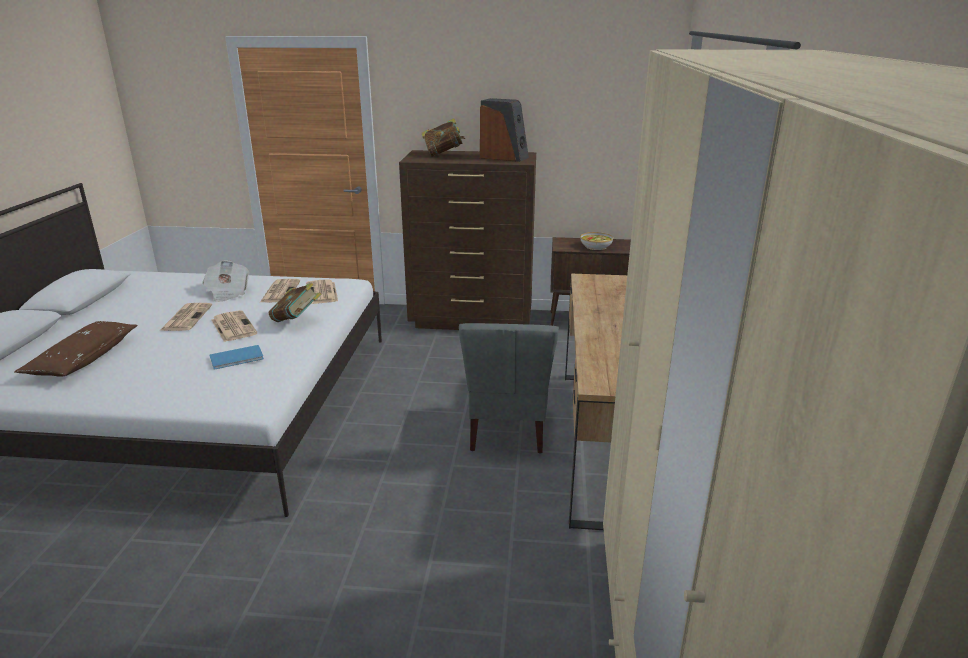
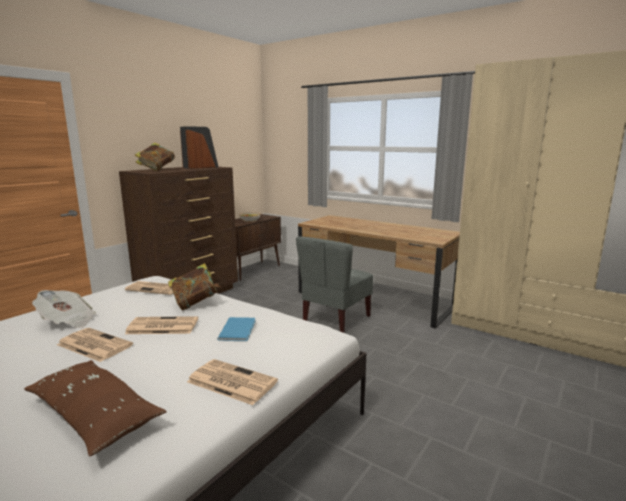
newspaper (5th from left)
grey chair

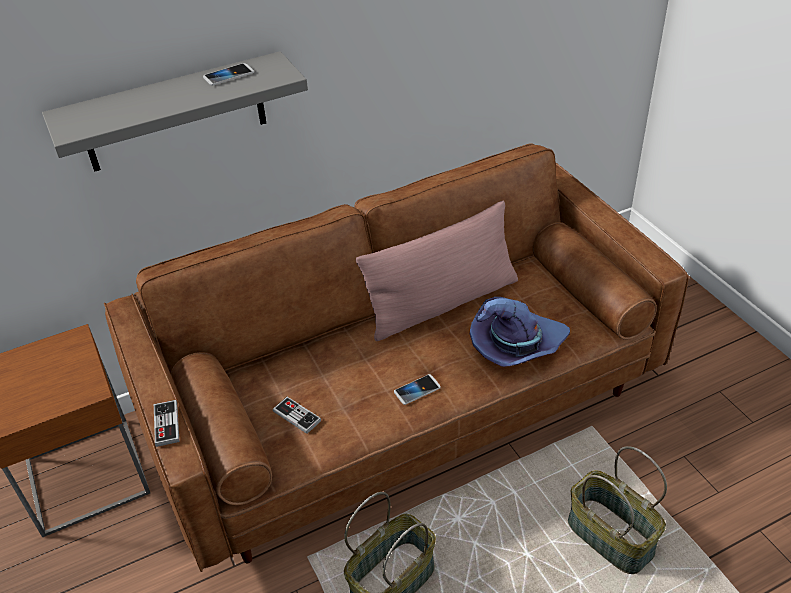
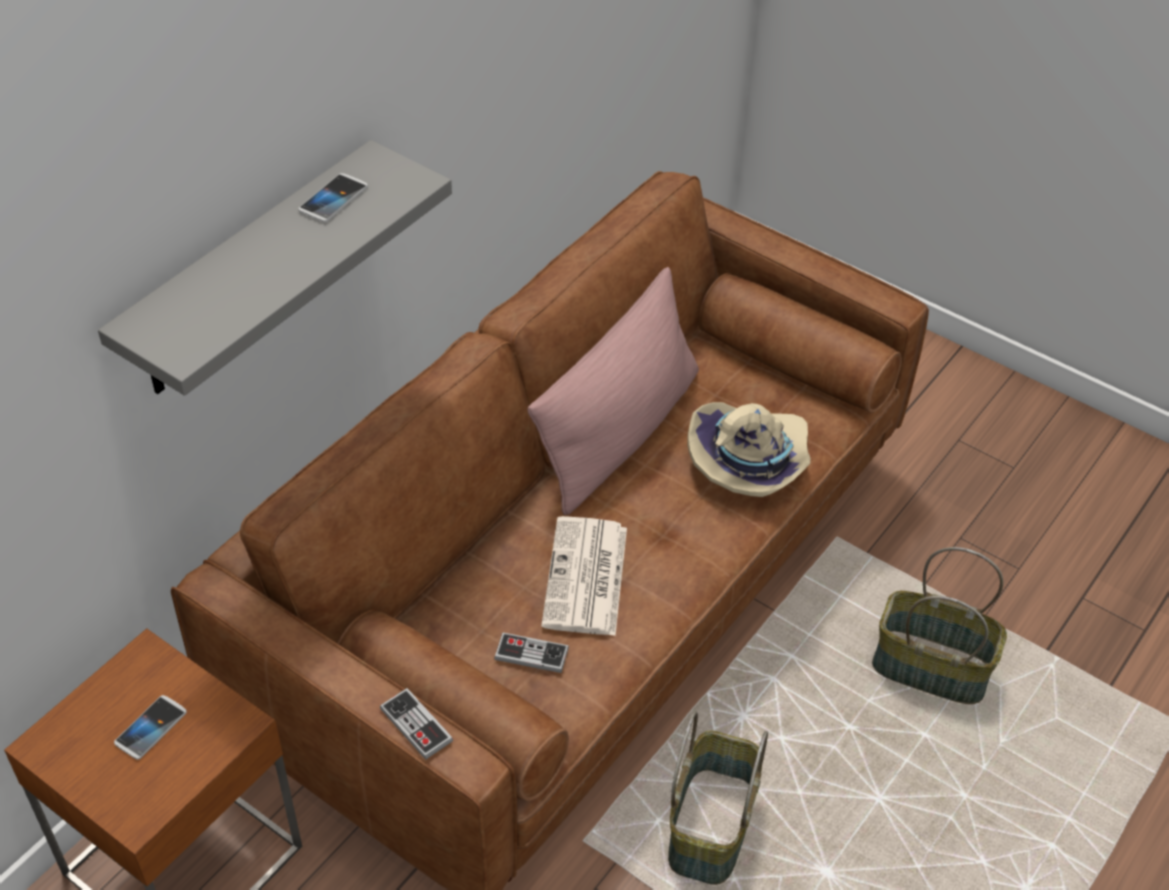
newspaper
phone (1st from left)
beige hat

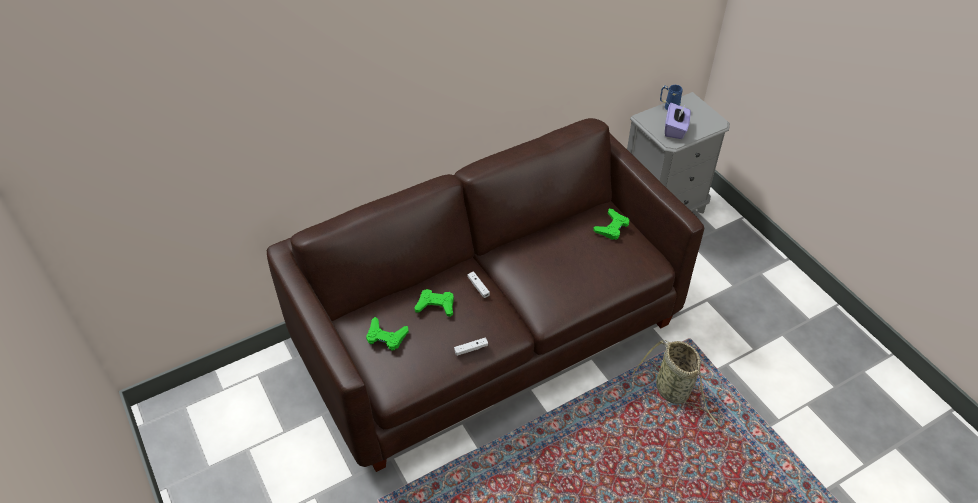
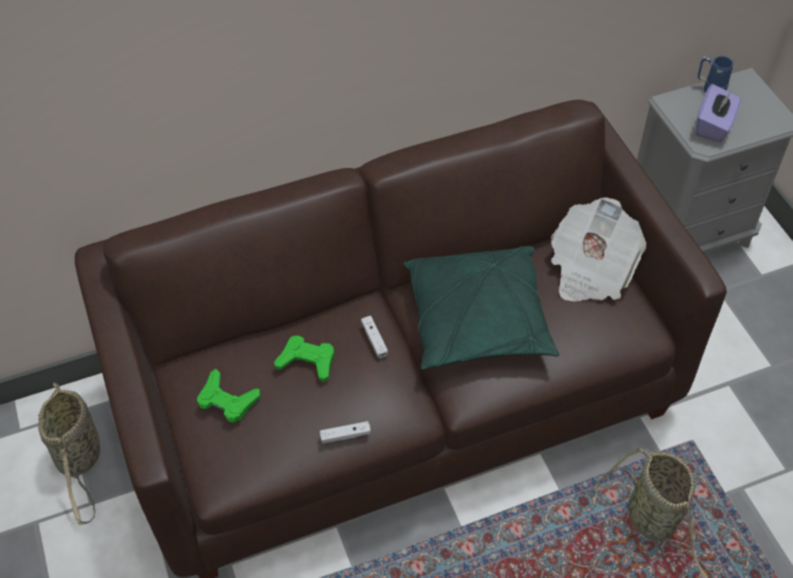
basket (1st from left)
green pillow
newspaper

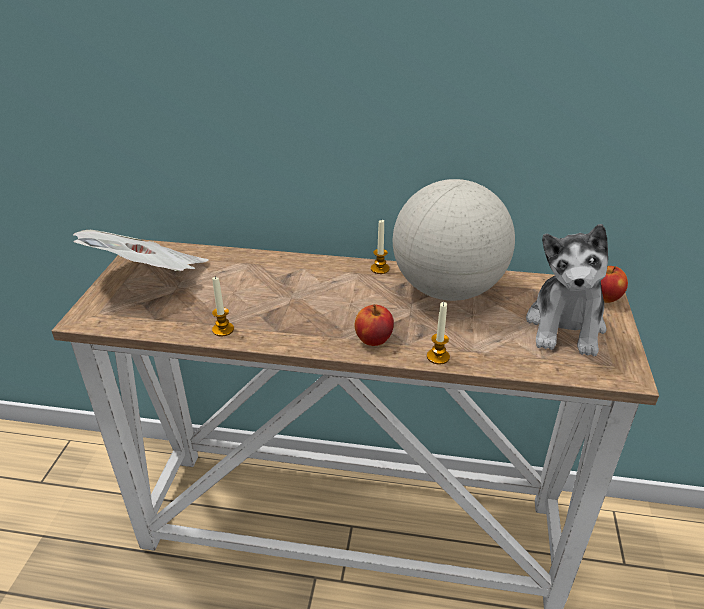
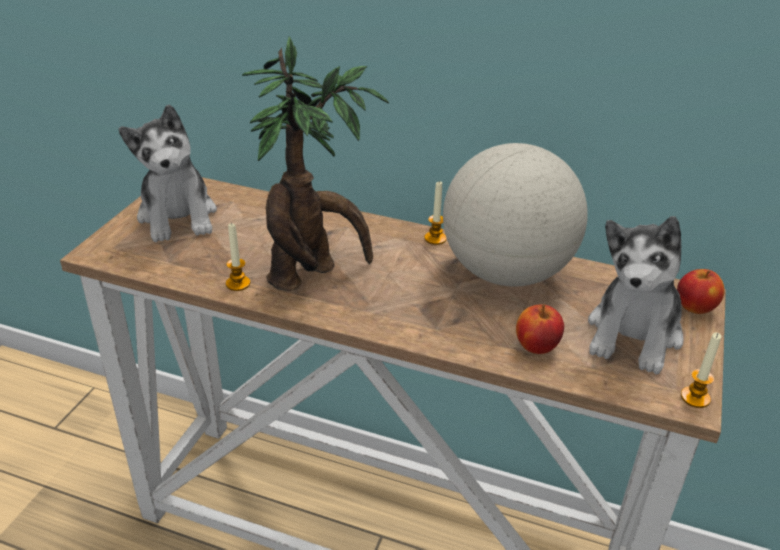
potted plant
apple (1st from left)
candle (3rd from left)
plush toy (1st from left)

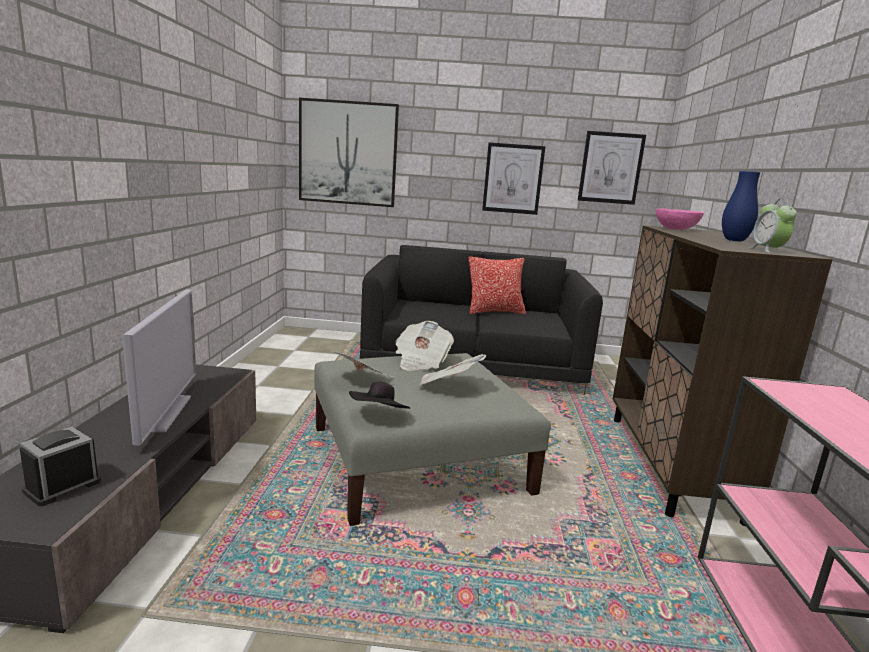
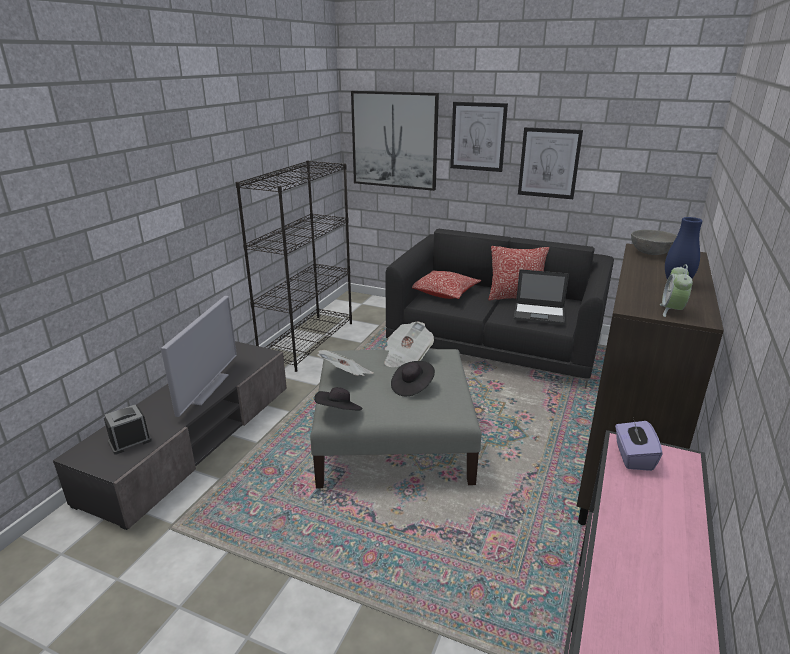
black bookcase
pillow (1st from left)
laptop
purple tissue box
picture (2nd from left)
black hat (2nd from left)
grey bowl

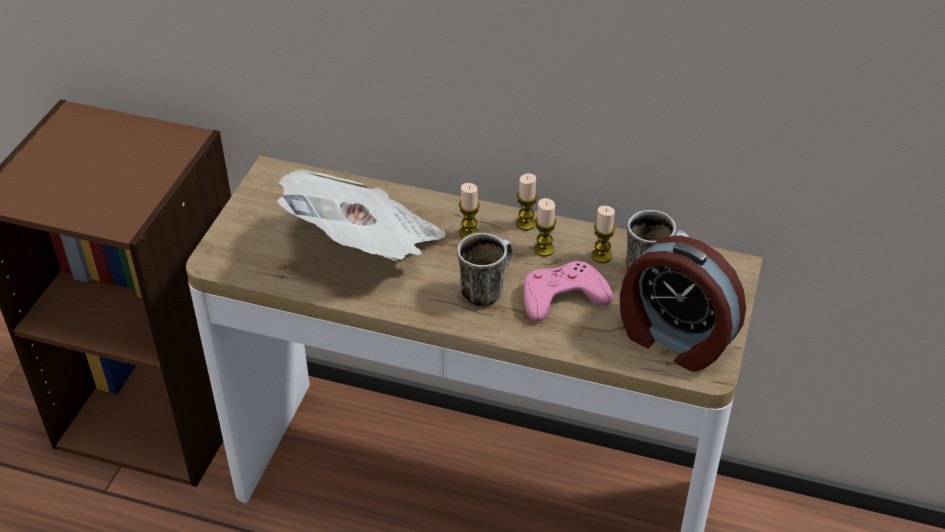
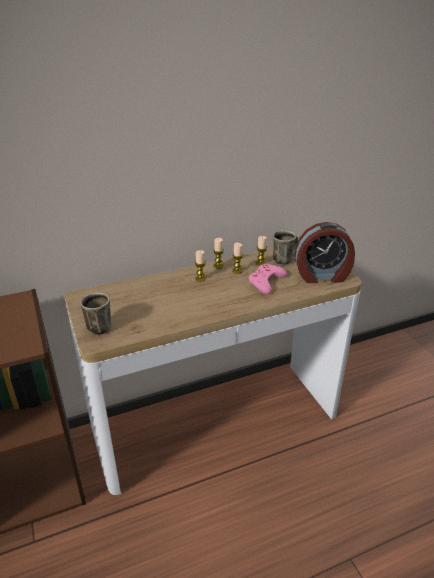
newspaper
mug (1st from left)

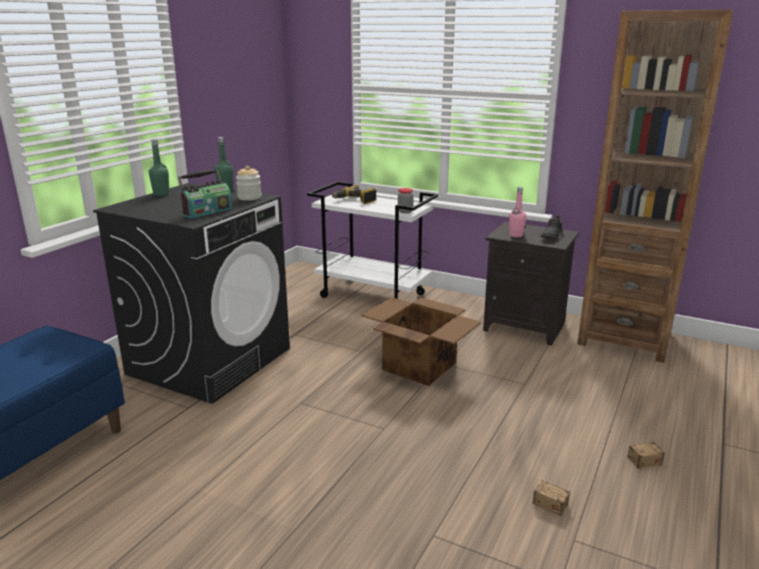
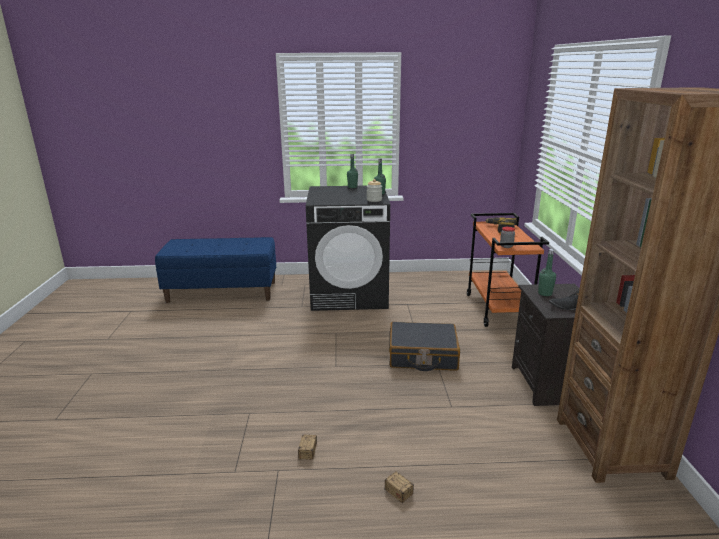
radio
black suitcase
orange cart
green bottle (3rd from left)

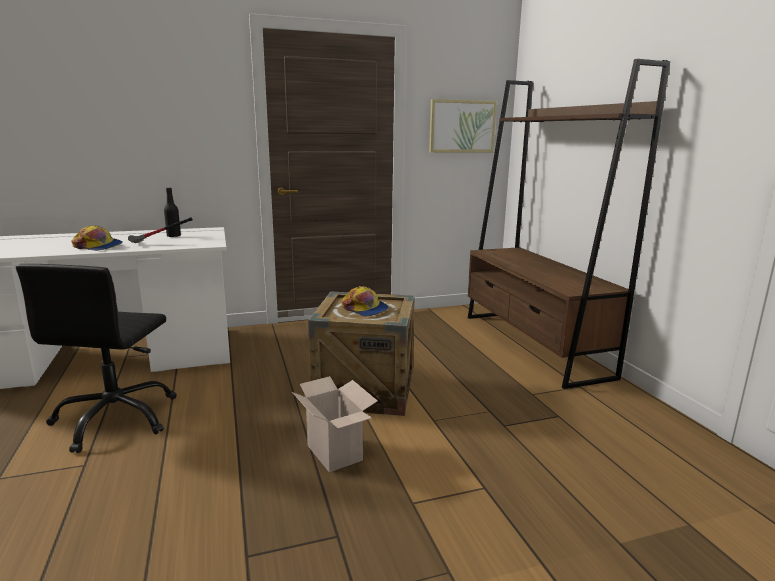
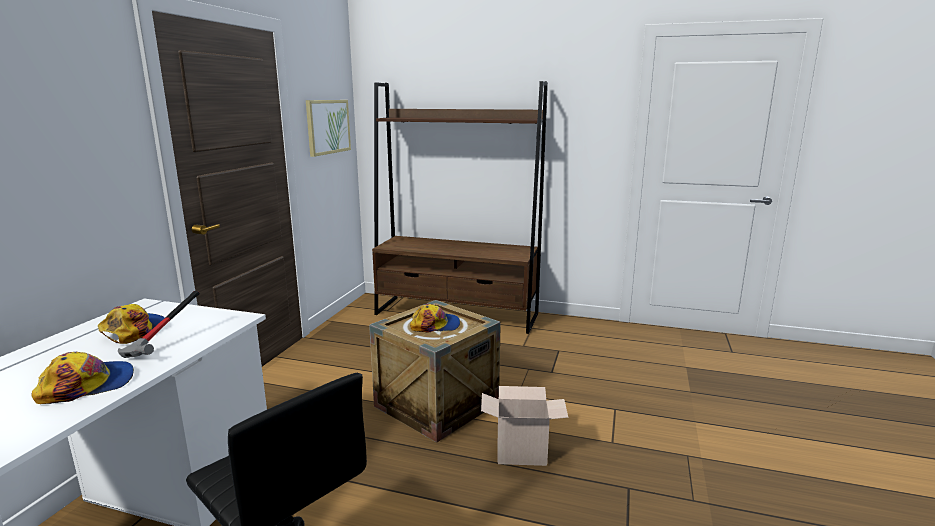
cap (2nd from left)

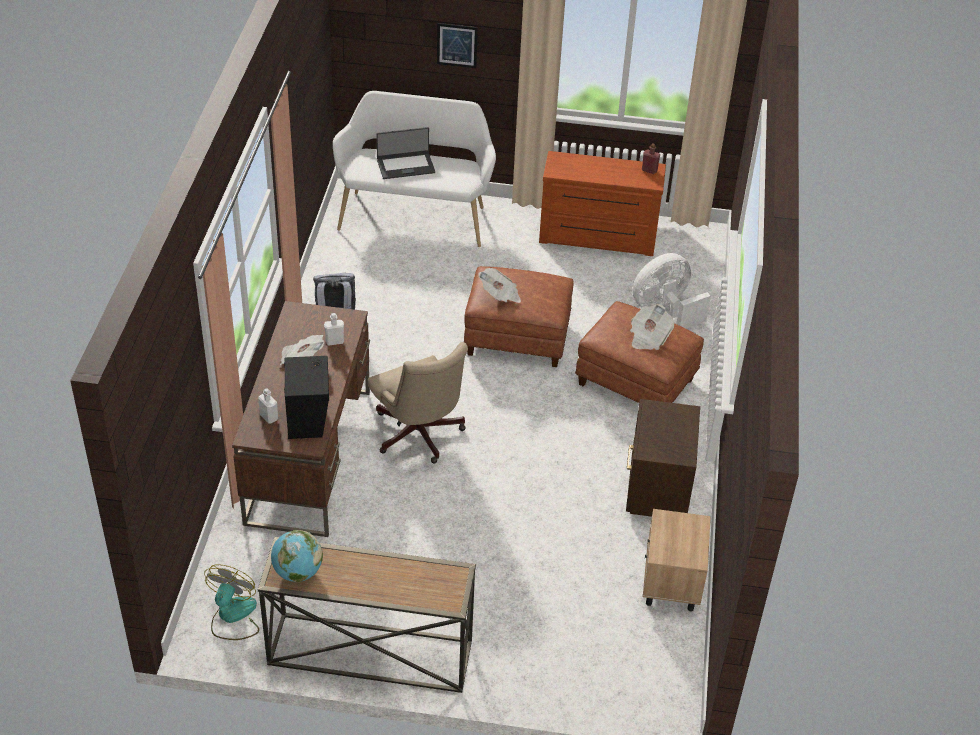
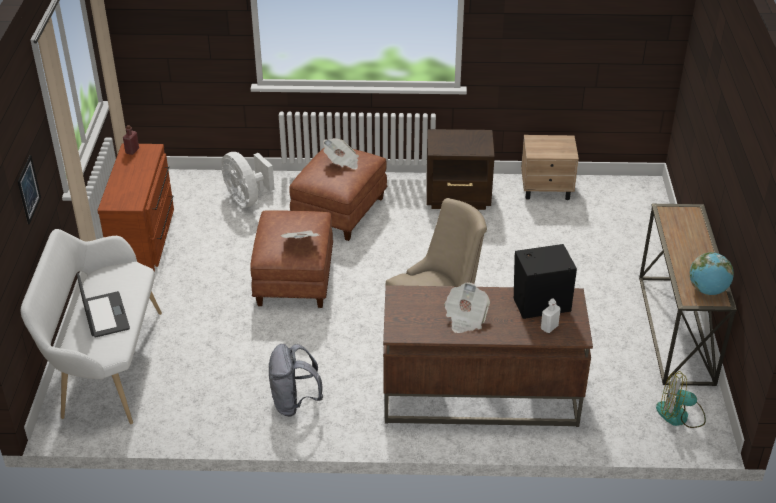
white bottle (2nd from left in the first image)

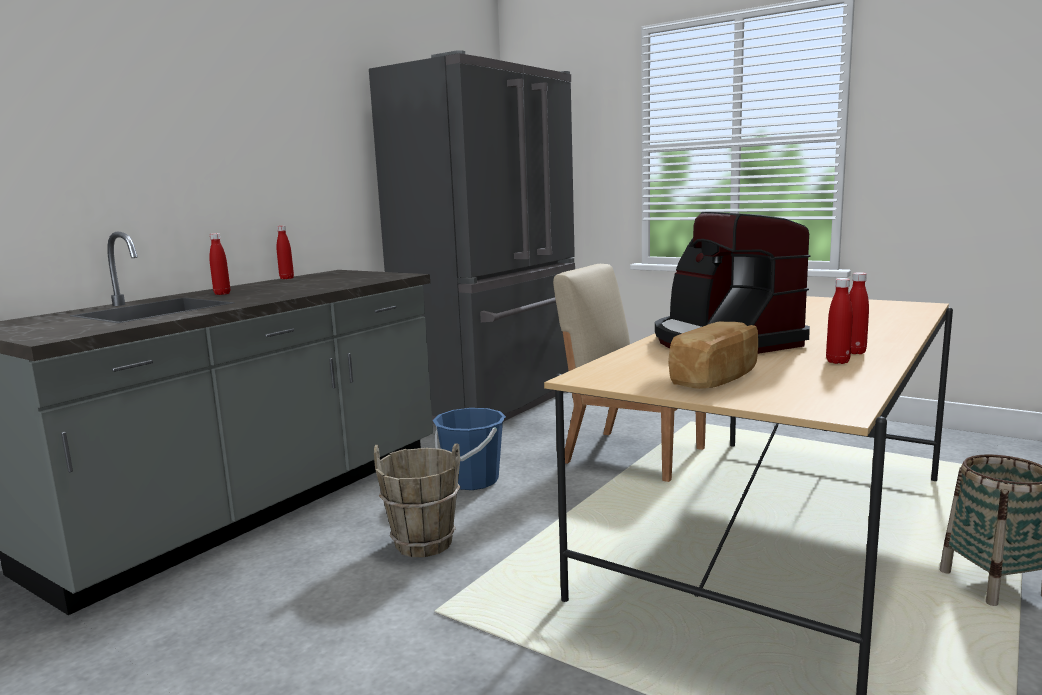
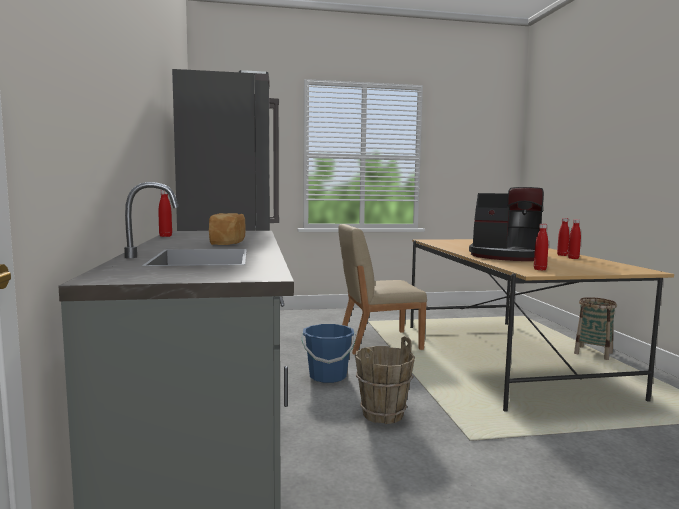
red bottle (2nd from left)
bread

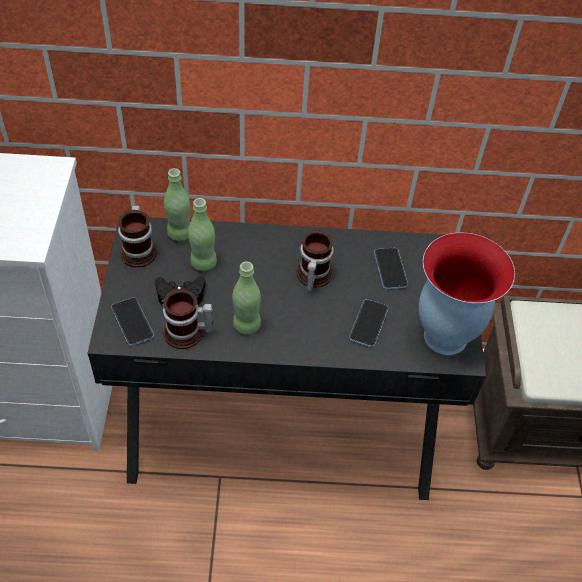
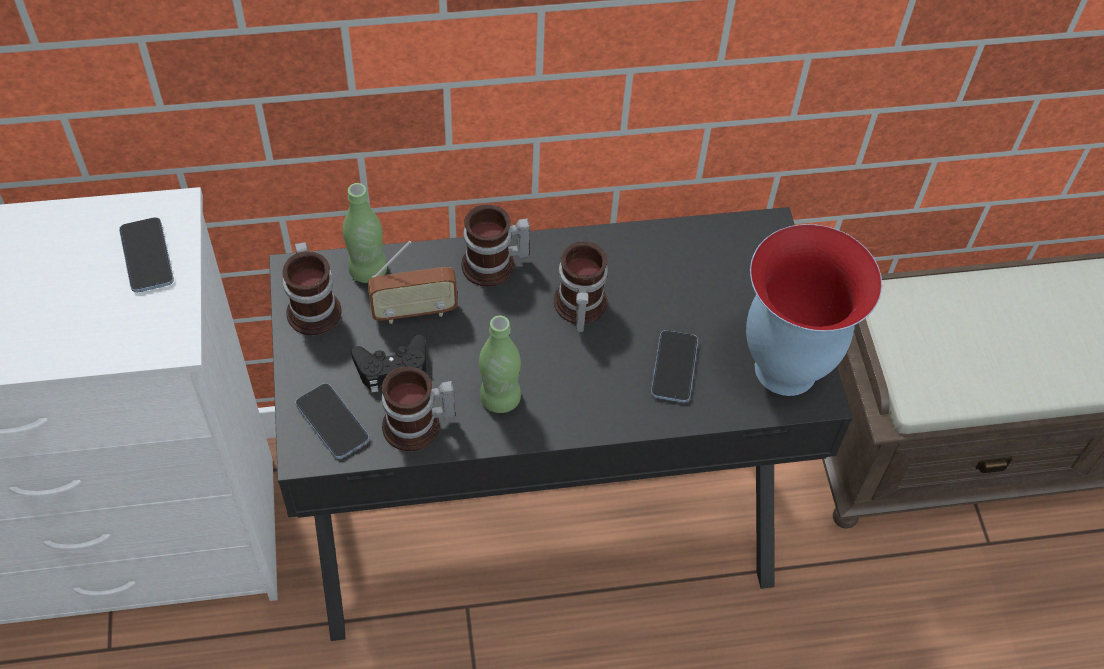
mug (3rd from left)
phone (1st from left)
radio

